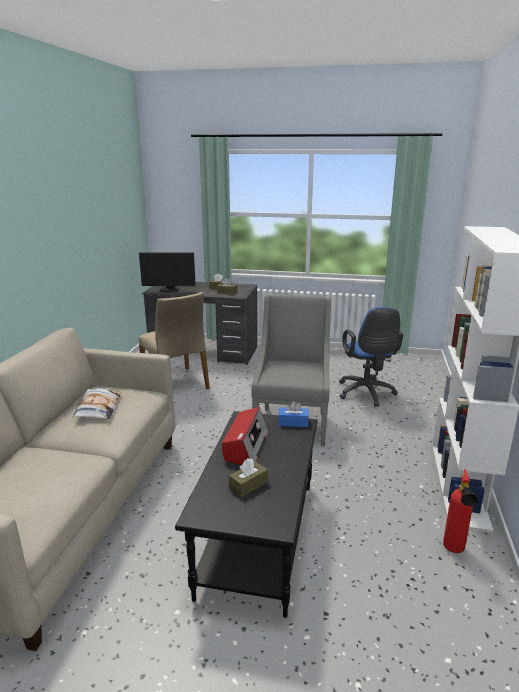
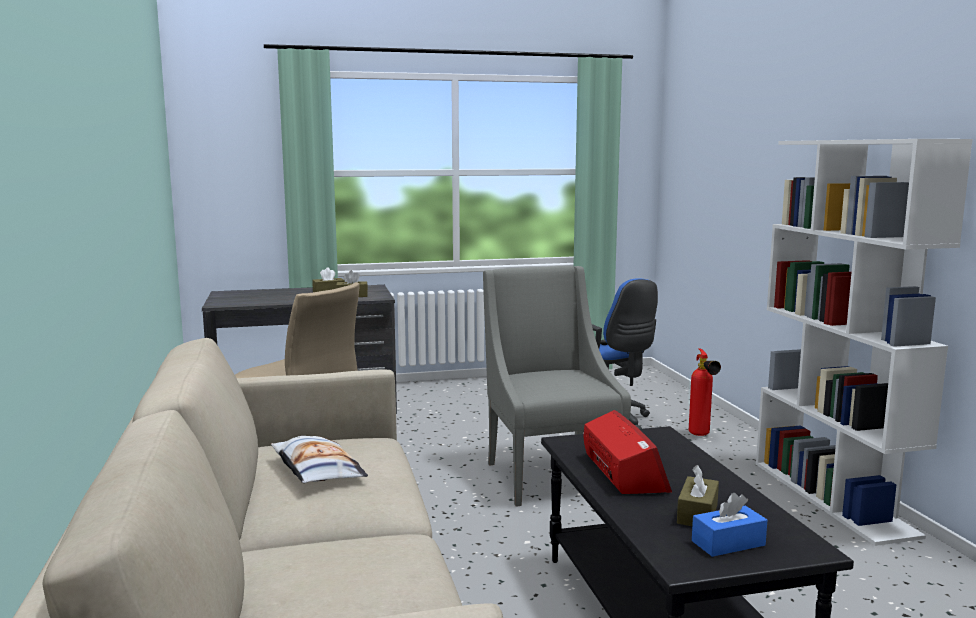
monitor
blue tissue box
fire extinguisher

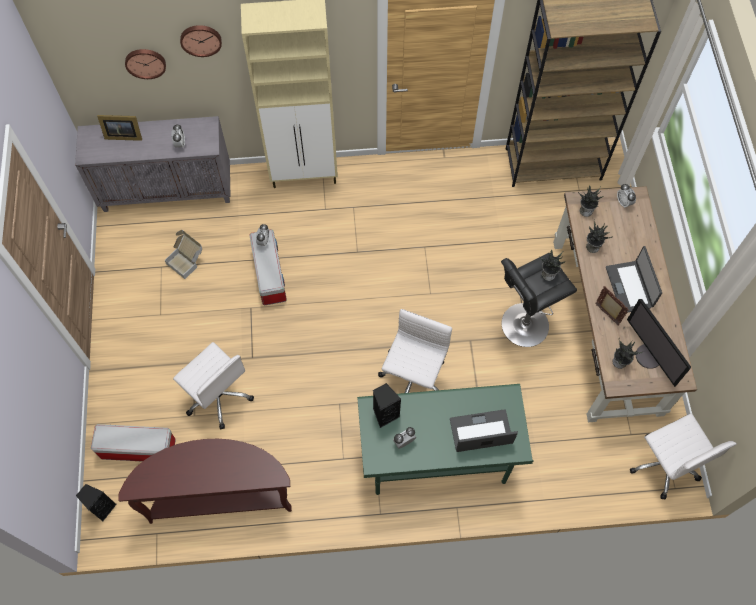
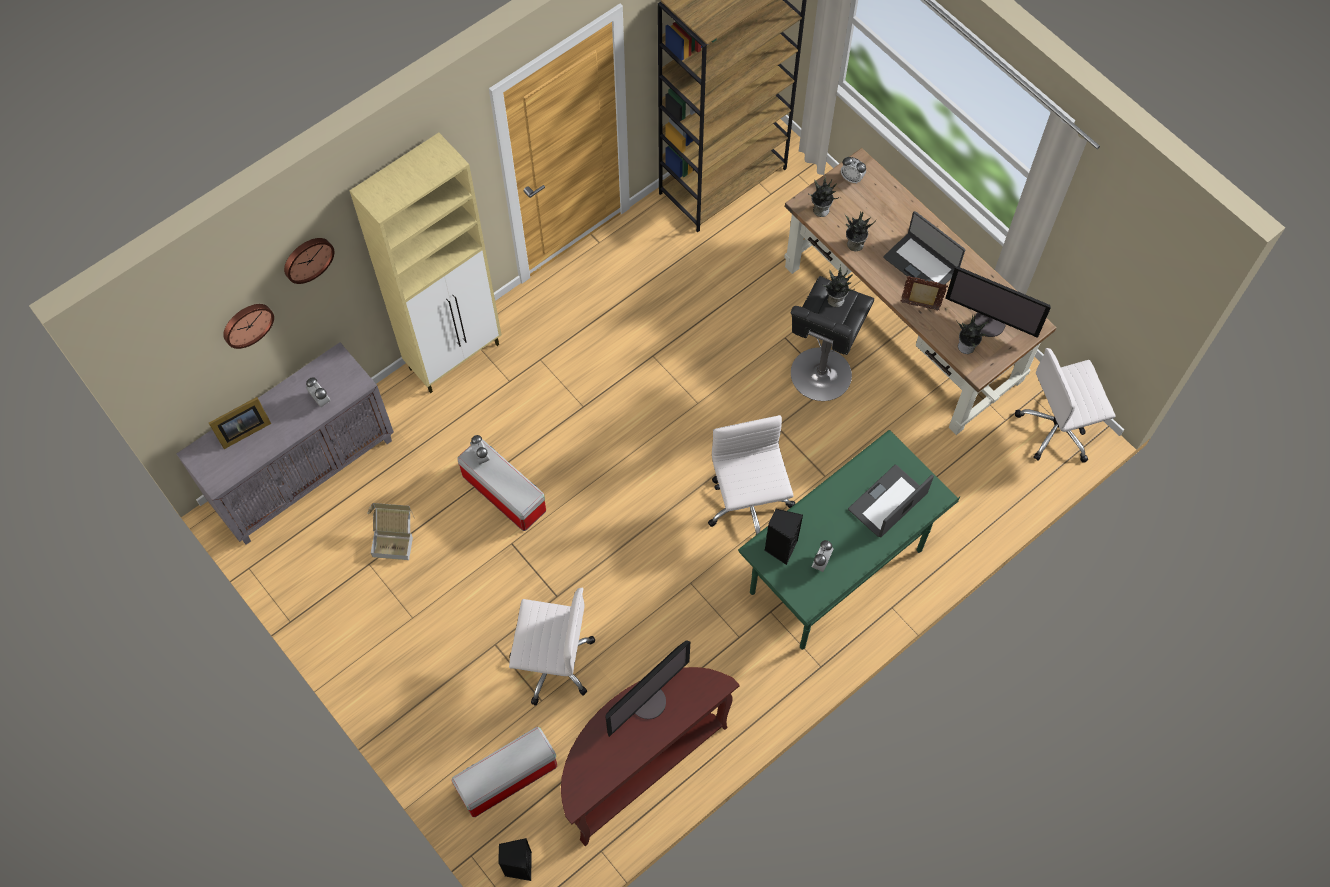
monitor (1st from left)
white office chair (3rd from left)

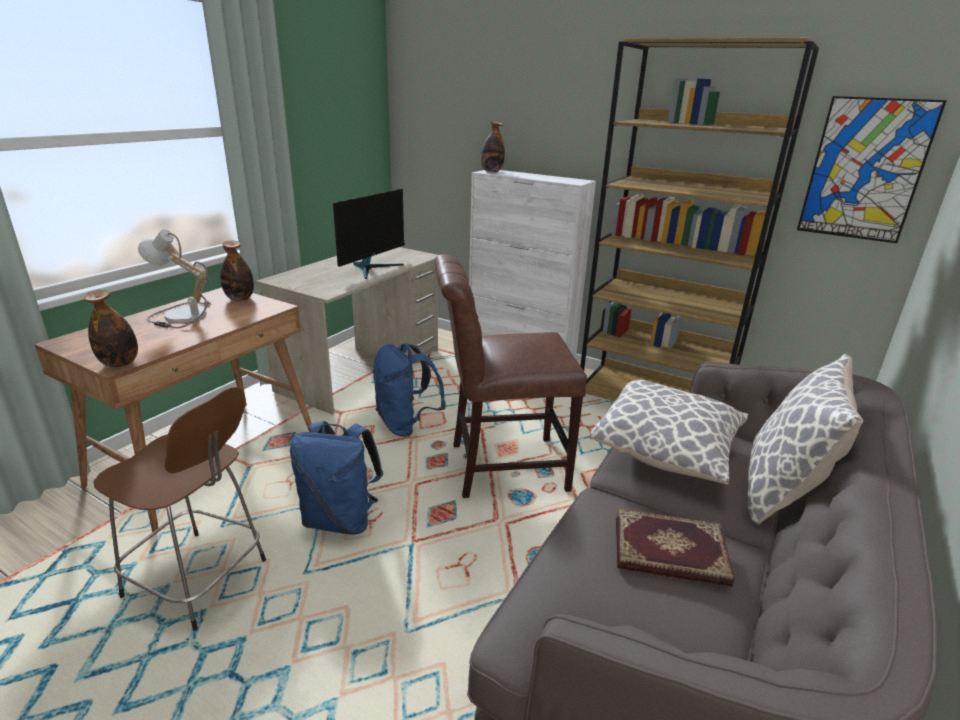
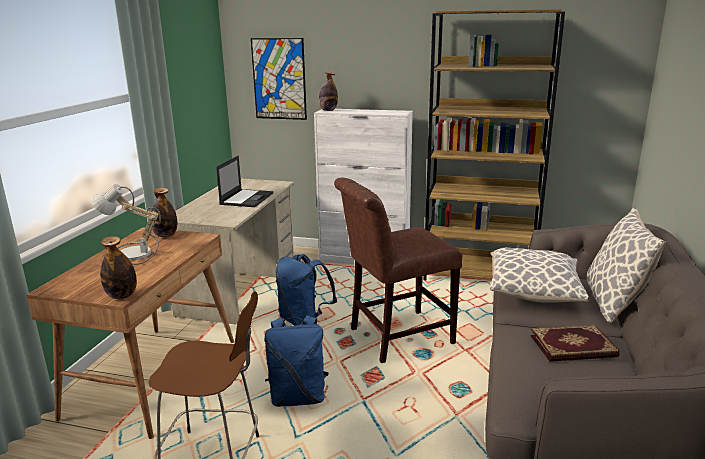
picture
laptop

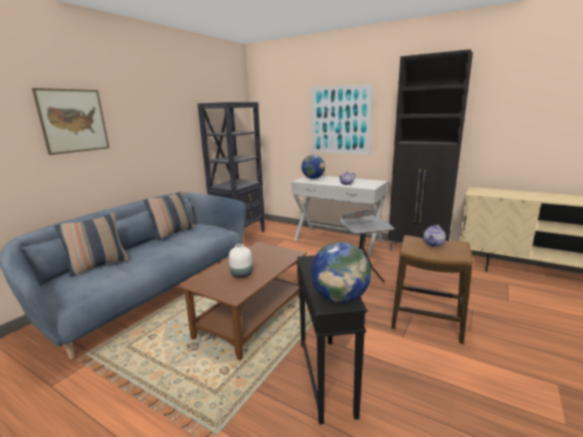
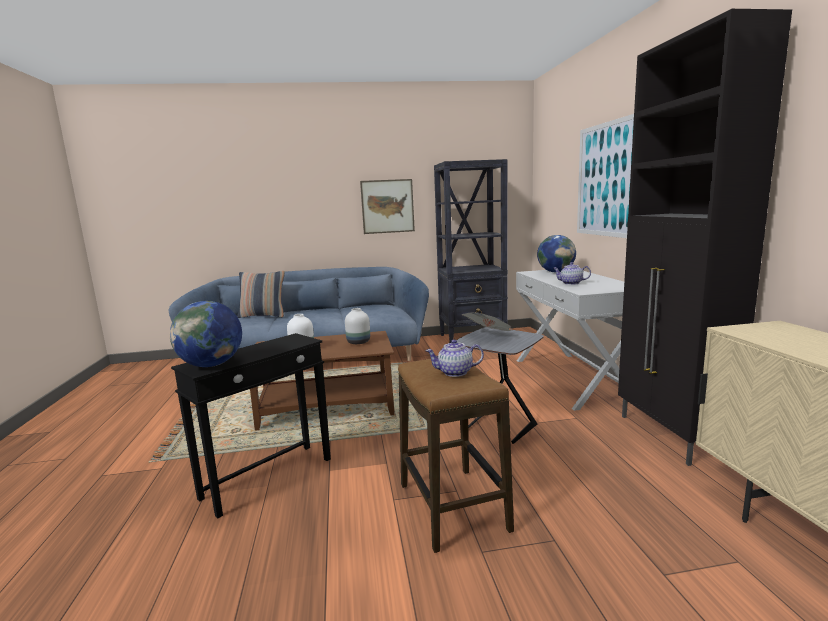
pillow (2nd from left in the first image)
white vase (2nd from left)
picture (1st from left)

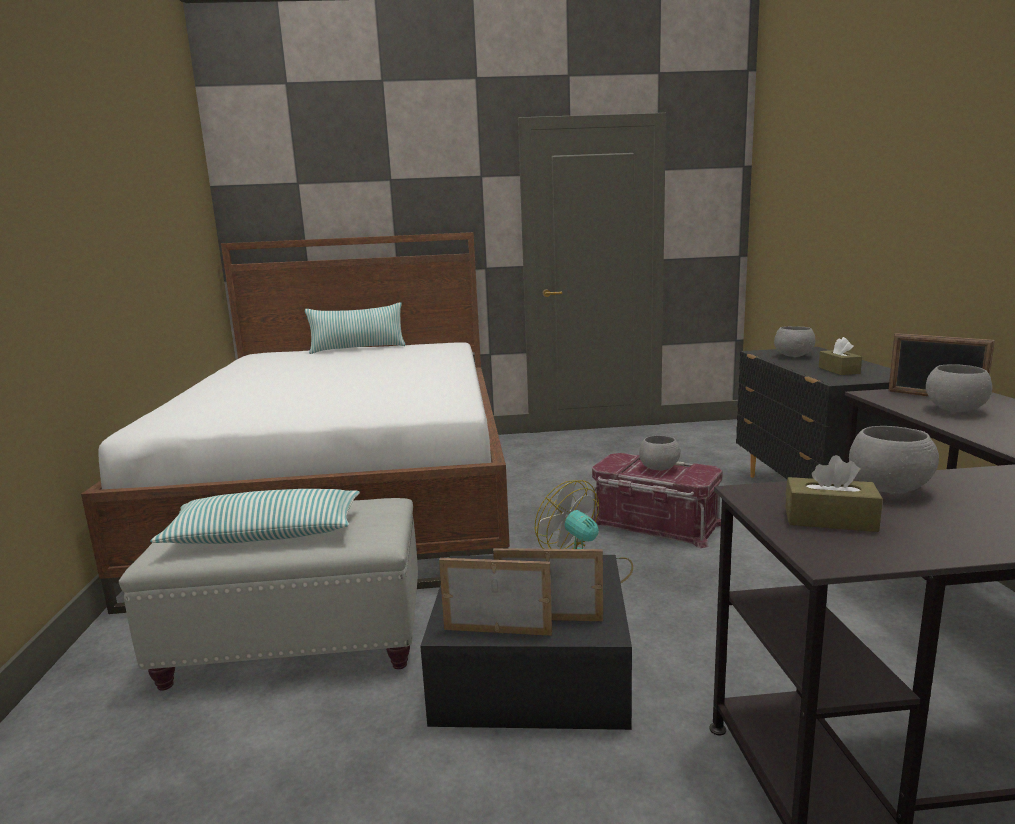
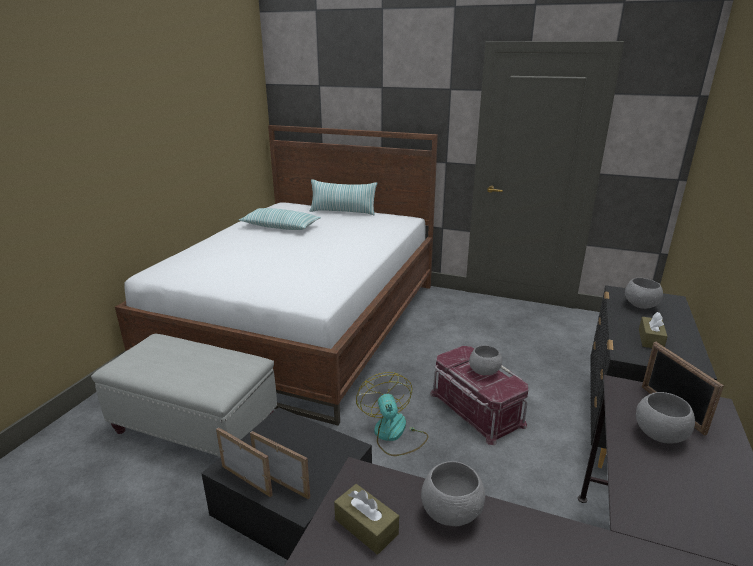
pillow (1st from left)

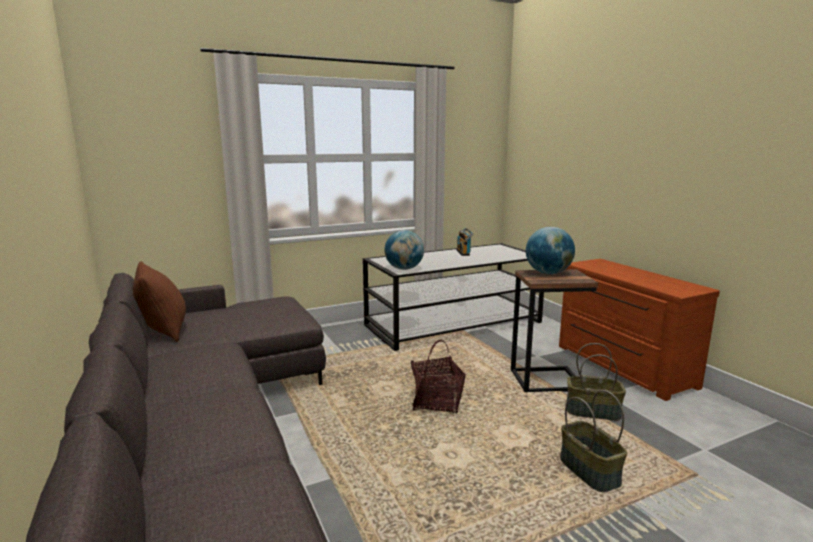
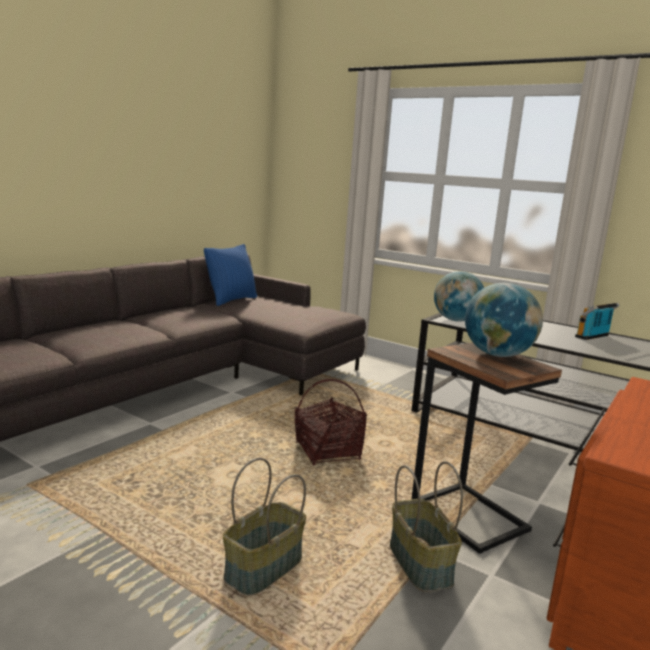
blue pillow

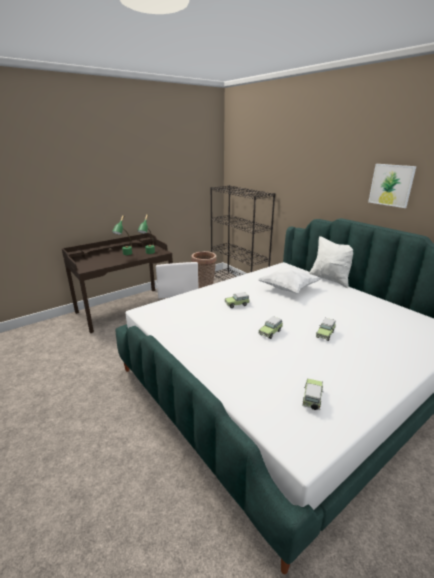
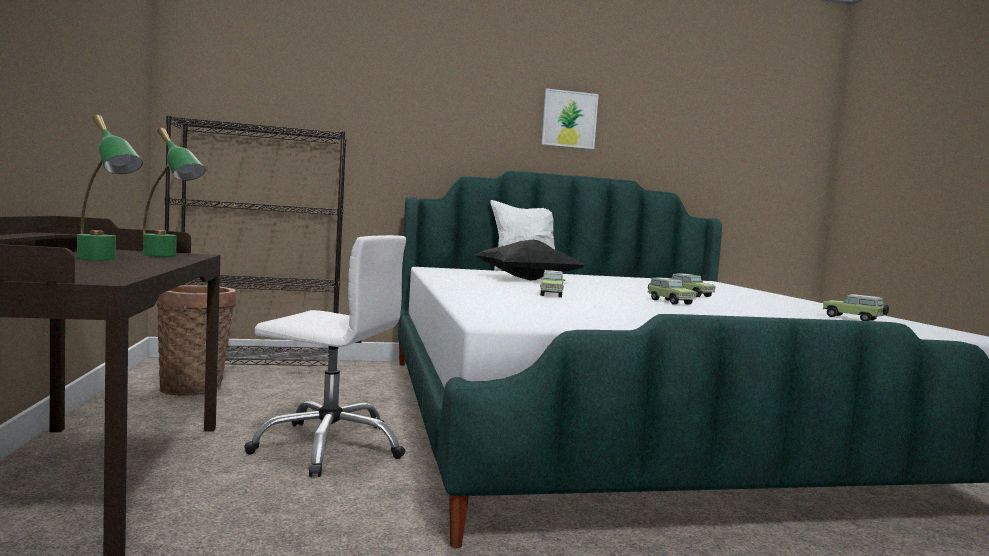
black pillow

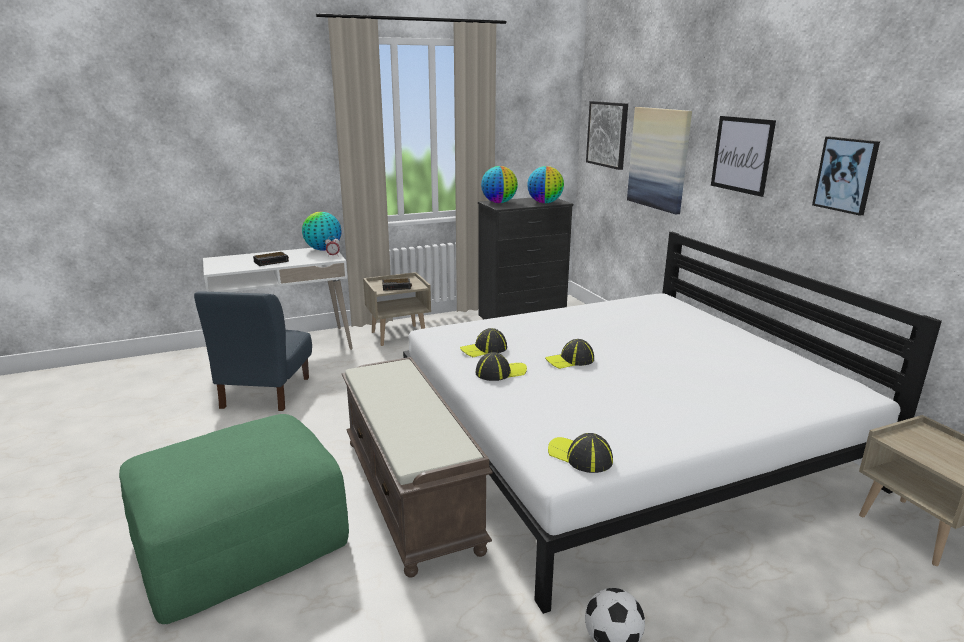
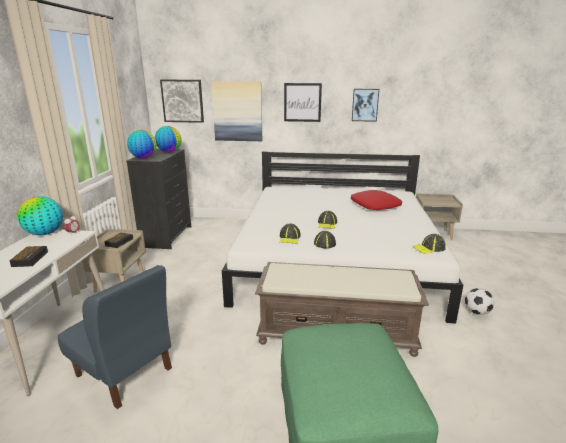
red pillow

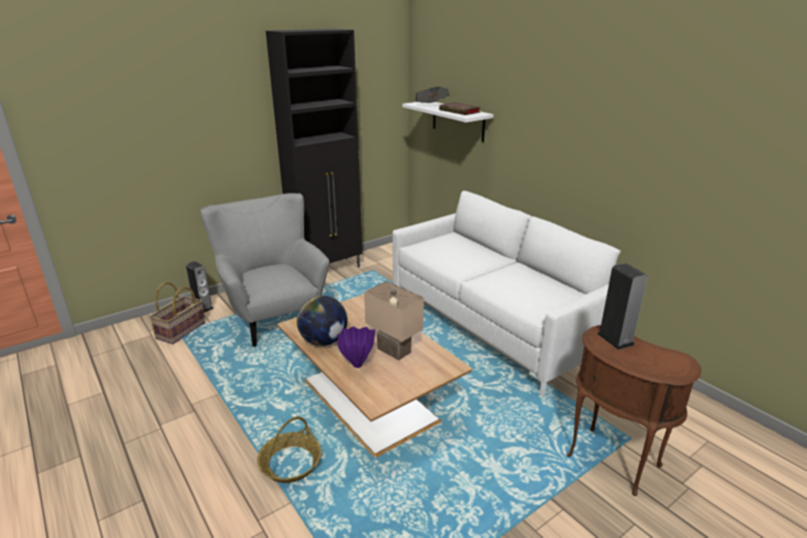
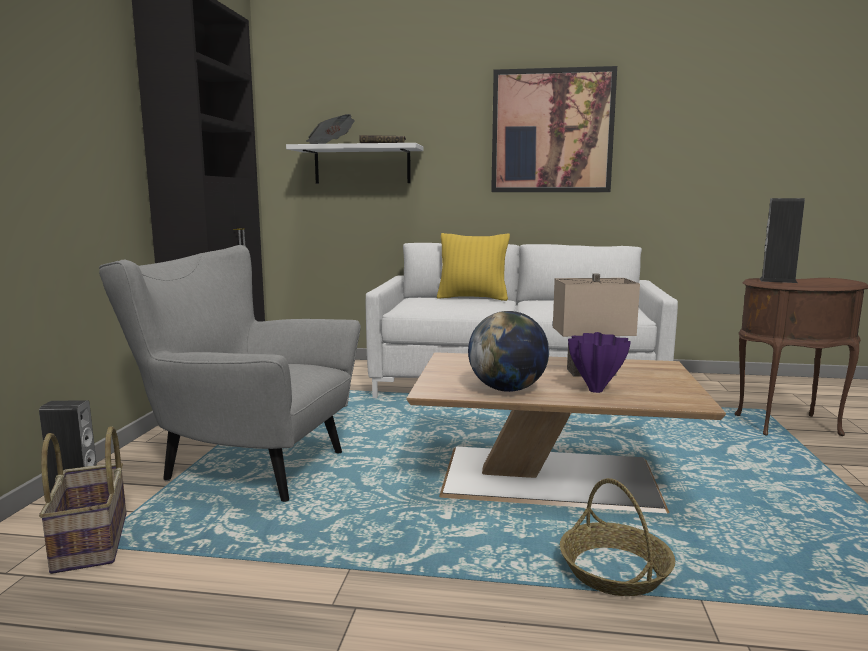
yellow pillow
picture

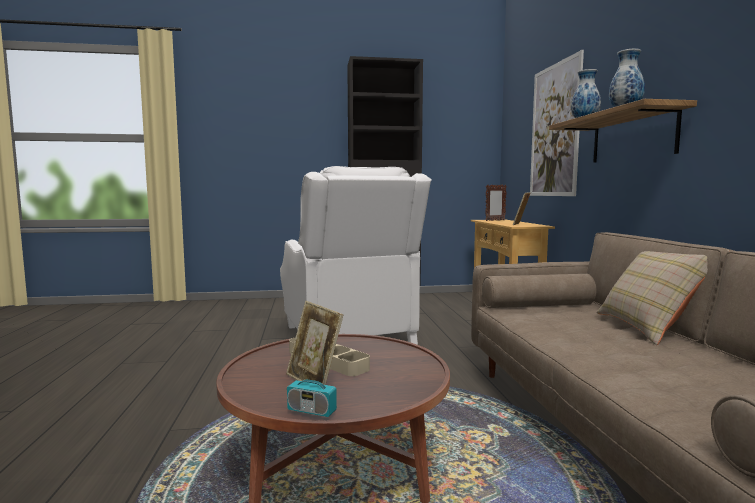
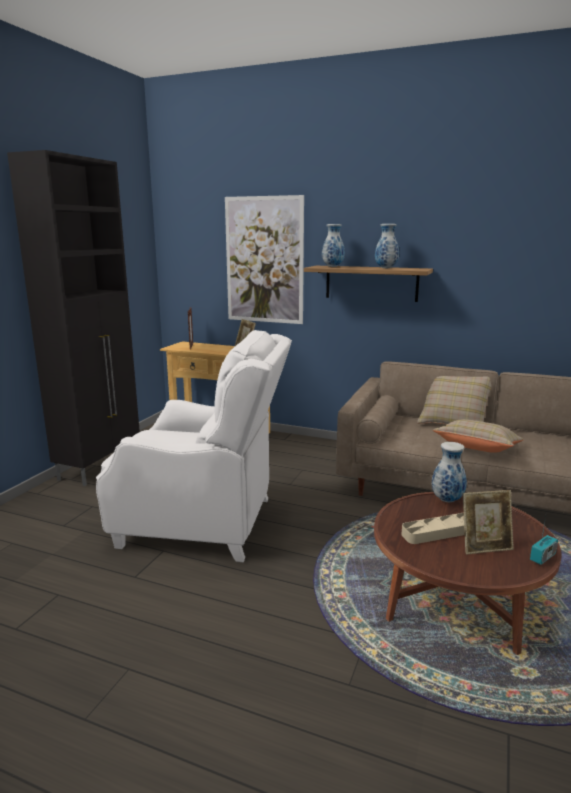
vase (3rd from left)
beige pillow (2nd from left)

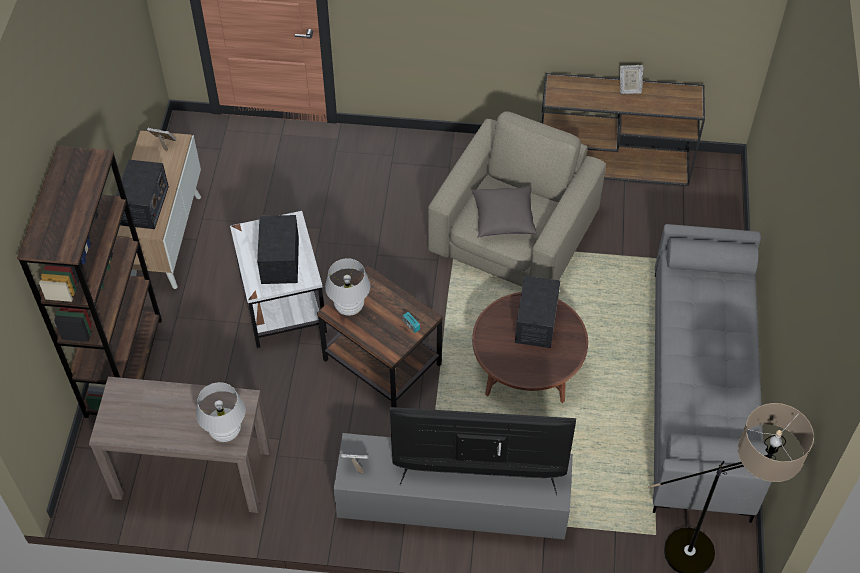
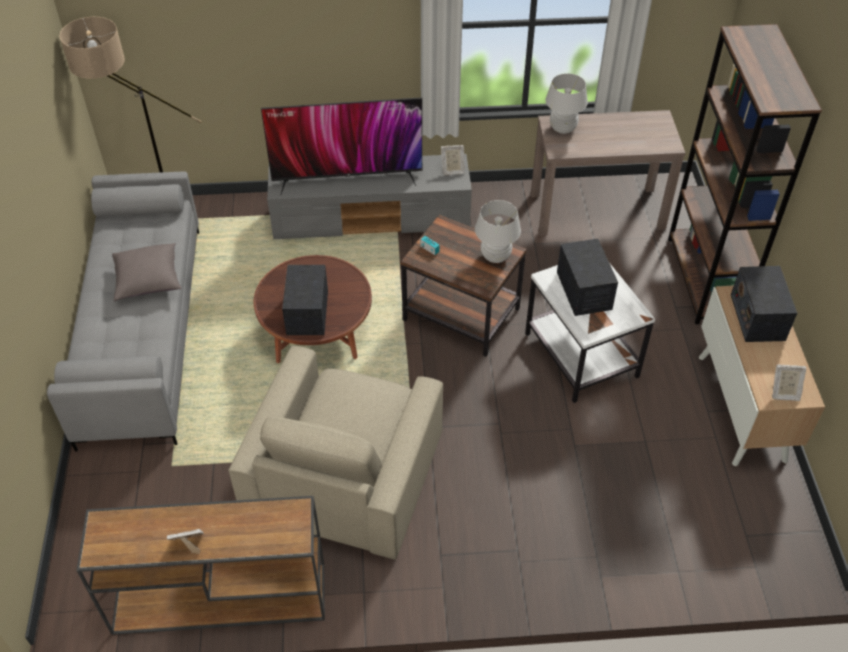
grey pillow

